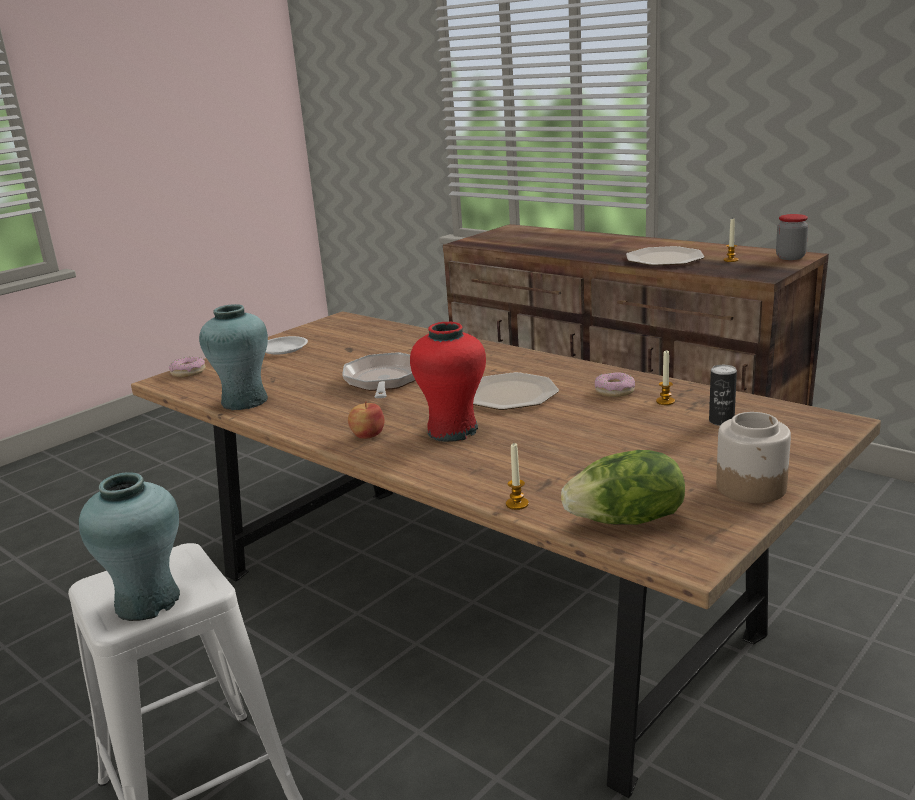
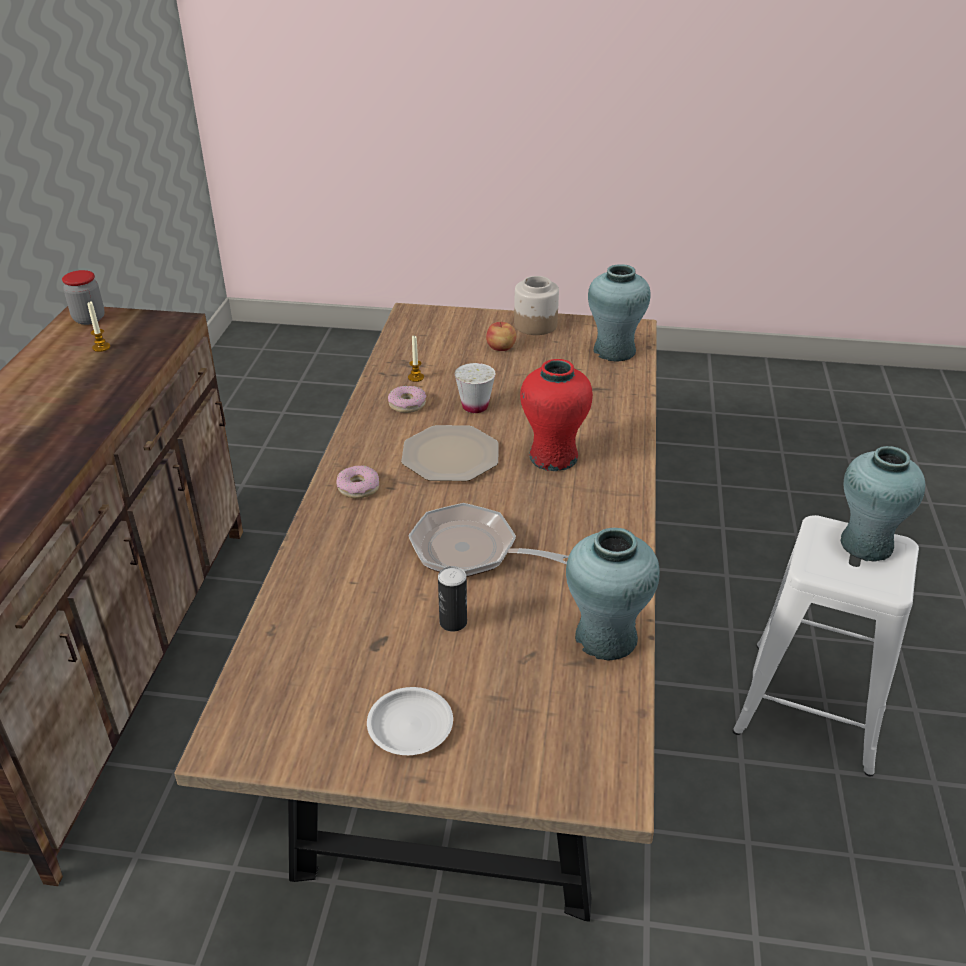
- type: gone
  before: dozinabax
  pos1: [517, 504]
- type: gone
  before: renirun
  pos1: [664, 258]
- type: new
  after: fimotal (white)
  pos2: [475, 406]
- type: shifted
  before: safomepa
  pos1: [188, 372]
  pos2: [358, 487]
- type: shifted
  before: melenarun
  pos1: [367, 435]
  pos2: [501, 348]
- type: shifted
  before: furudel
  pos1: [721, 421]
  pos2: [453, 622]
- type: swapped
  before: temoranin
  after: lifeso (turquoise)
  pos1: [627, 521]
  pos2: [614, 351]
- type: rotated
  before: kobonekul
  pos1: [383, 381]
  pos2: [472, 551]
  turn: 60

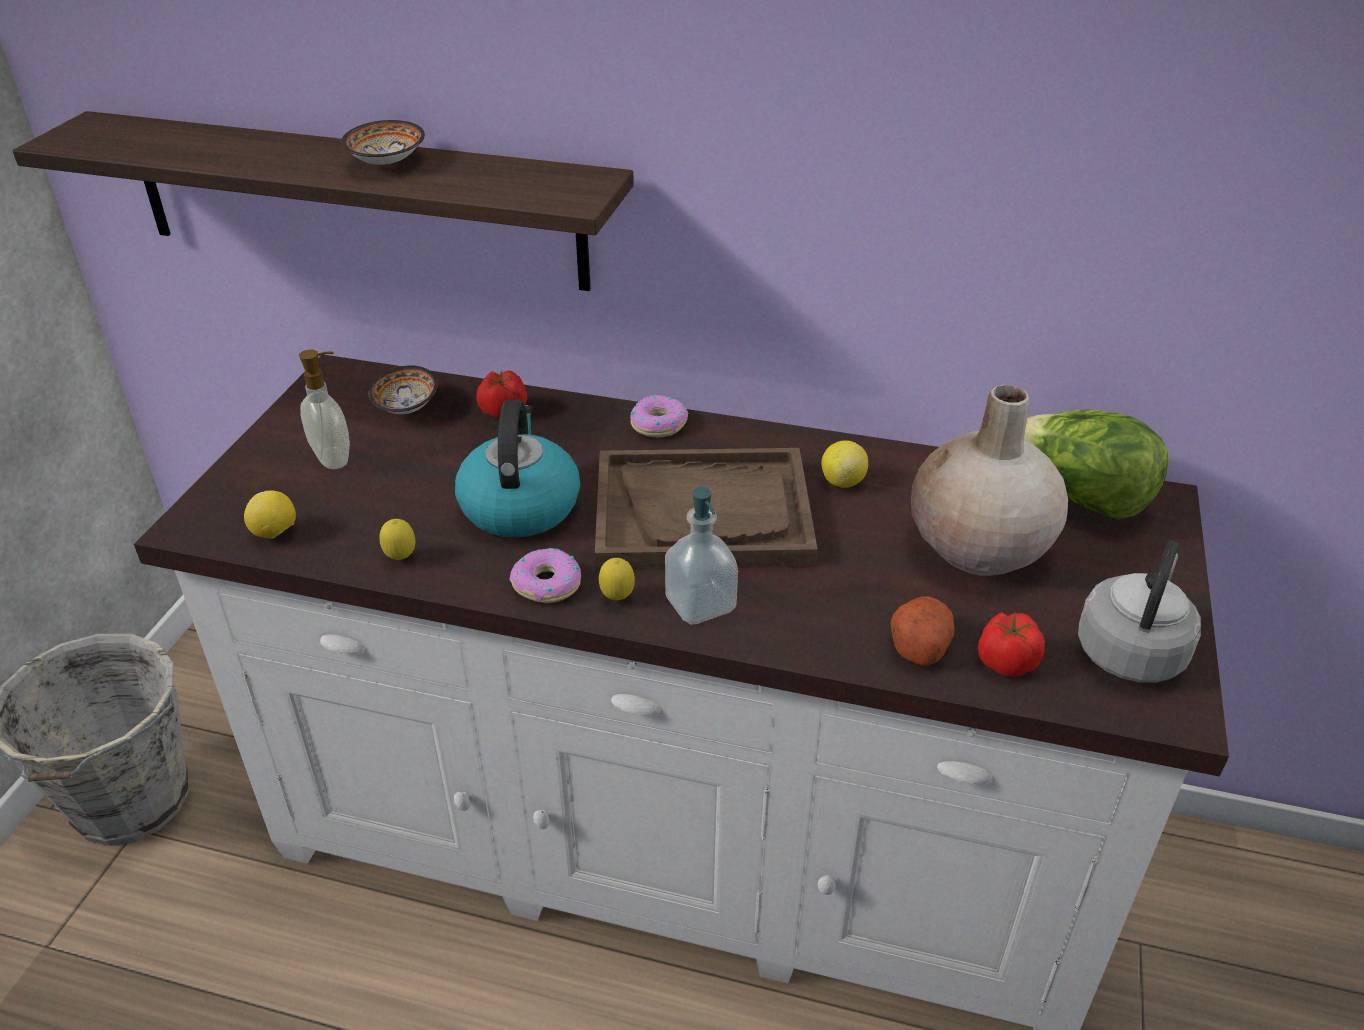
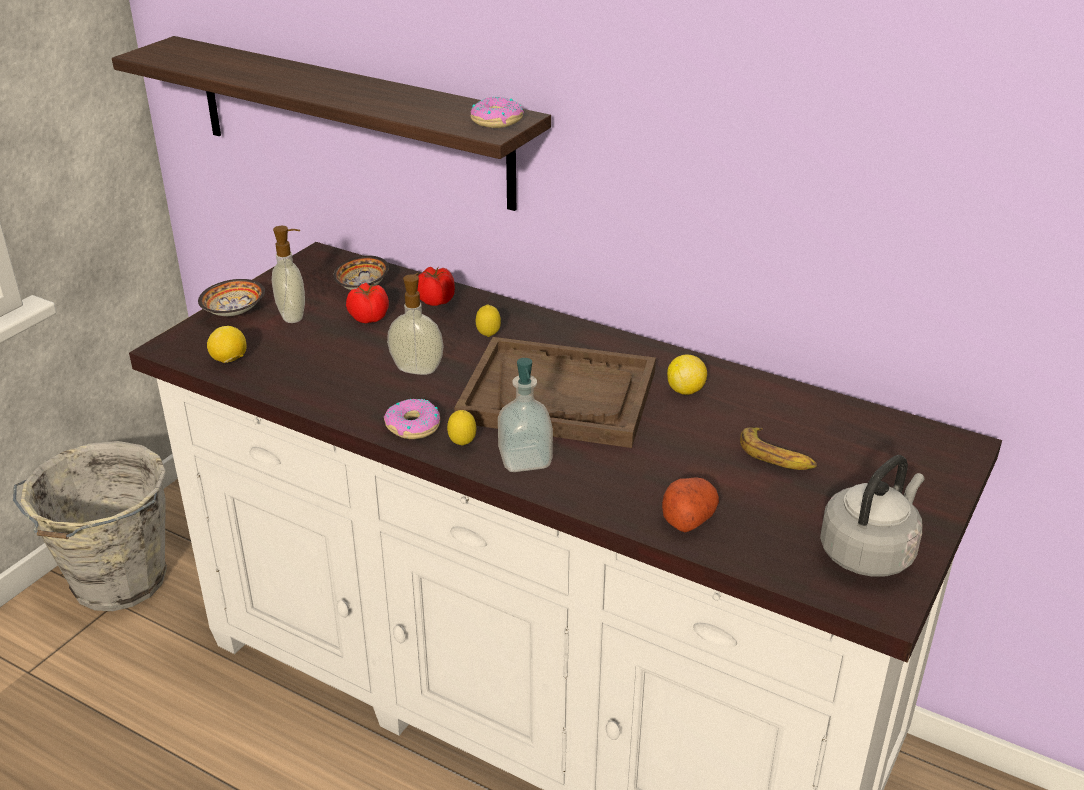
- type: gone
  before: temoranin
  pos1: [1083, 498]
- type: shifted
  before: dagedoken
  pos1: [387, 162]
  pos2: [234, 312]
- type: shifted
  before: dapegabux
  pos1: [401, 558]
  pos2: [488, 336]
- type: shifted
  before: safomepa
  pos1: [658, 424]
  pos2: [496, 120]
- type: shifted
  before: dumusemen
  pos1: [1005, 662]
  pos2: [368, 317]
- type: swapped
  before: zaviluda
  after: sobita
  pos1: [519, 505]
  pos2: [417, 369]
- type: swapped
  before: lifeso (beige)
  after: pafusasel
  pos1: [978, 548]
  pos2: [776, 456]

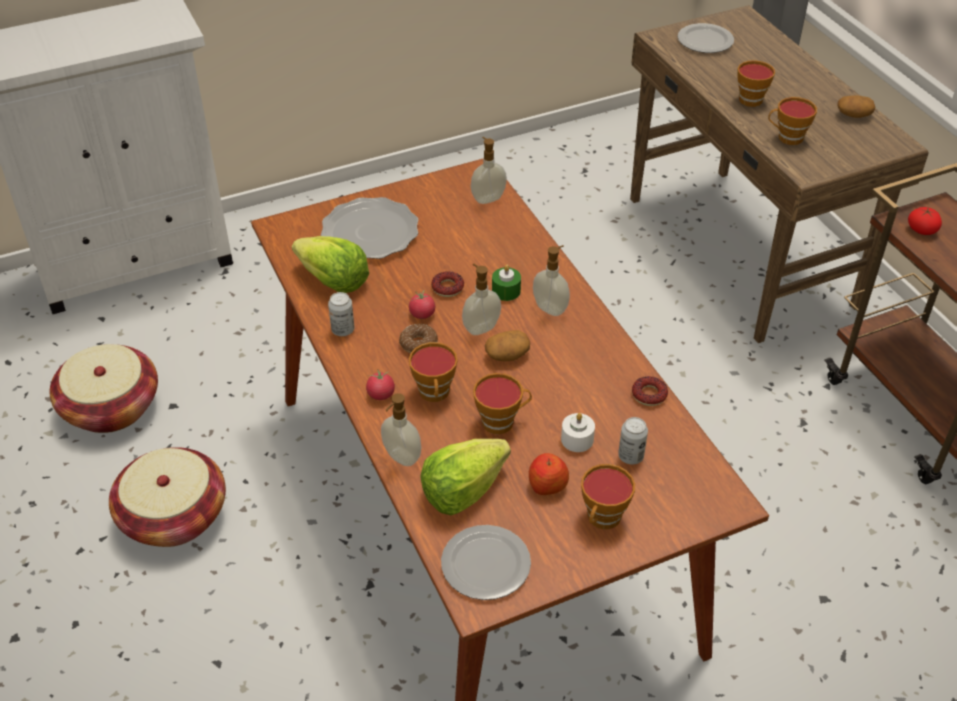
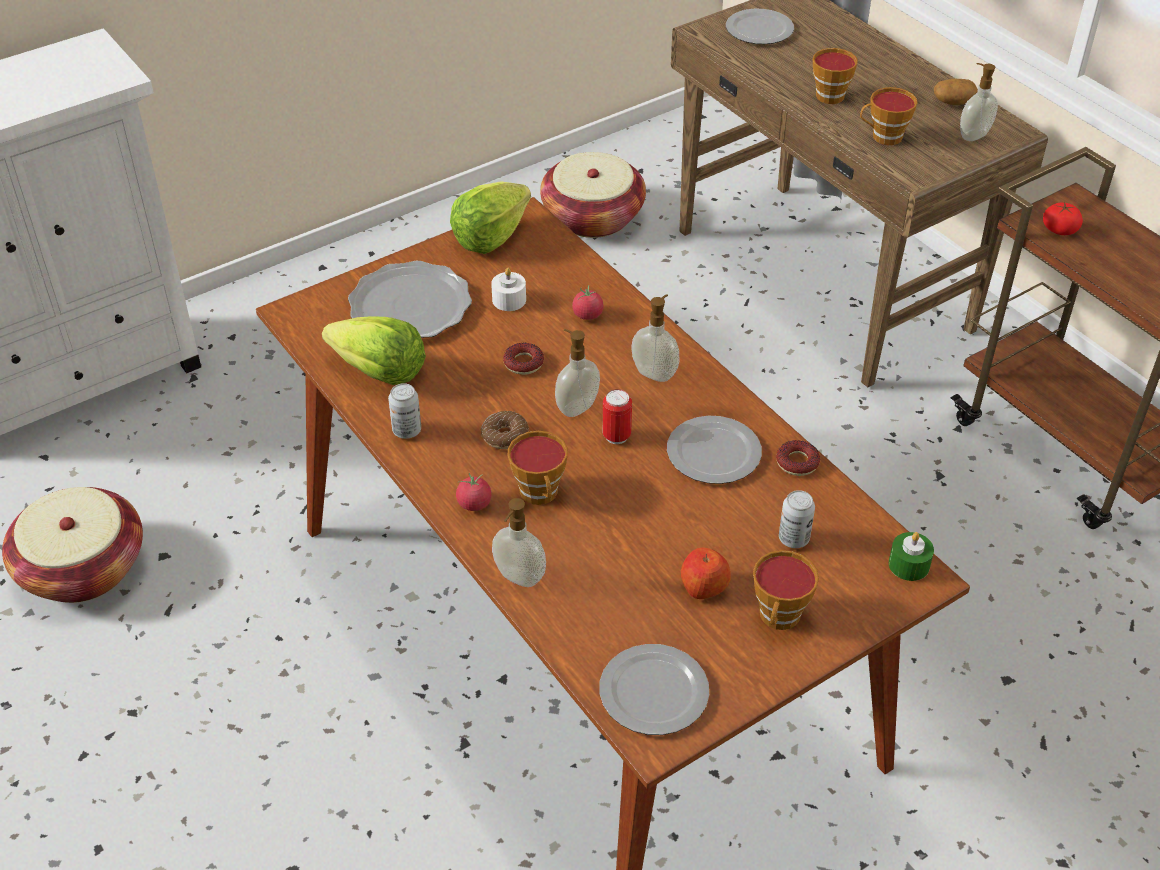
- type: gone
  before: fimotal
  pos1: [501, 421]
- type: new
  after: renirun
  pos2: [713, 454]
- type: shifted
  before: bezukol
  pos1: [174, 516]
  pos2: [593, 217]
- type: shifted
  before: dumusemen
  pos1: [422, 314]
  pos2: [587, 315]
- type: shifted
  before: temoranin
  pos1: [463, 490]
  pos2: [490, 237]
- type: shifted
  before: sobita
  pos1: [488, 198]
  pos2: [973, 135]
- type: shifted
  before: dozinabax (green)
  pos1: [506, 291]
  pos2: [909, 565]
- type: shifted
  before: dozinabax (white)
  pos1: [577, 439]
  pos2: [509, 300]
- type: swapped
  before: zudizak
  after: furudel
  pos1: [507, 355]
  pos2: [616, 436]

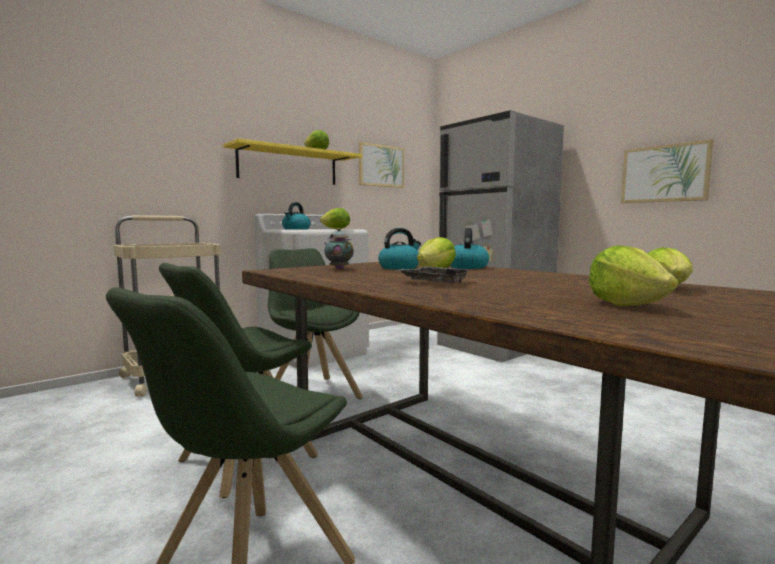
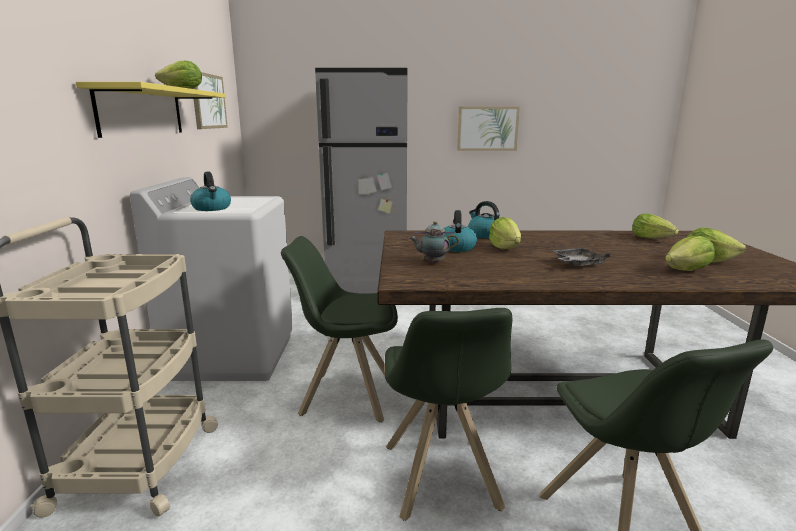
- type: shifted
  before: temoranin
  pos1: [336, 229]
  pos2: [687, 270]

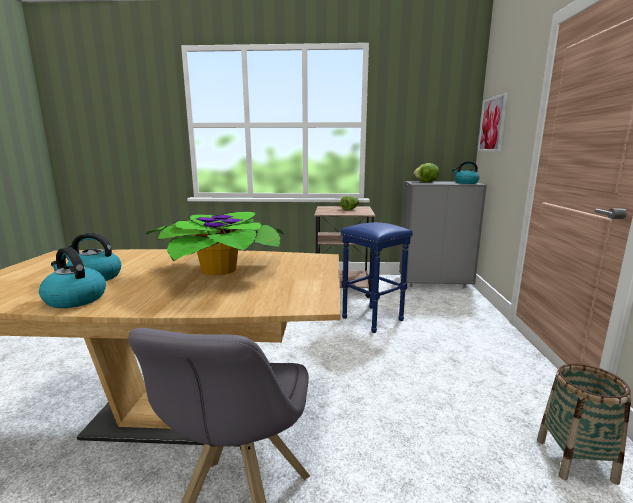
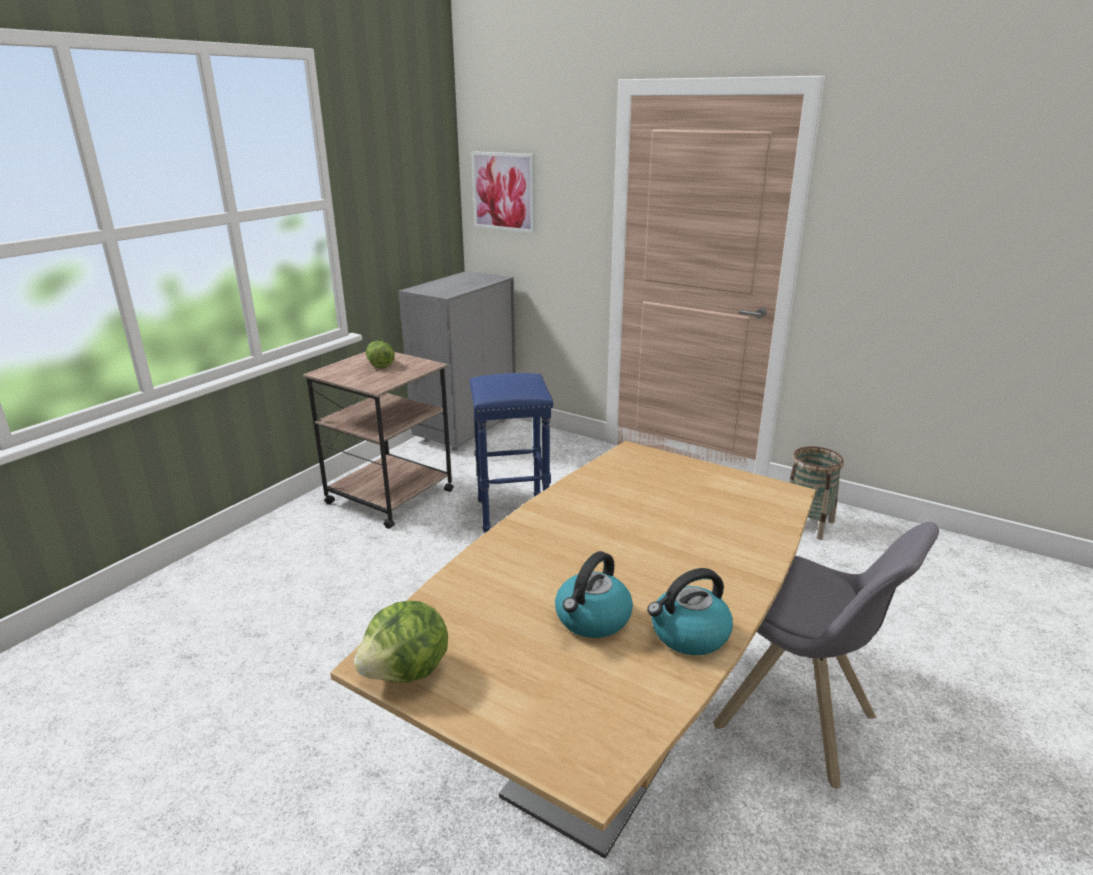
- type: gone
  before: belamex
  pos1: [220, 271]
- type: gone
  before: zaviluda
  pos1: [465, 183]
- type: shifted
  before: temoranin
  pos1: [426, 182]
  pos2: [407, 672]

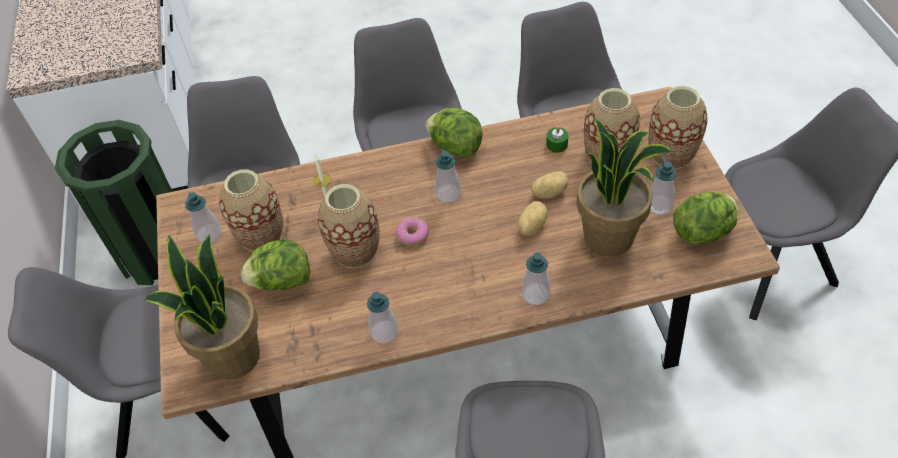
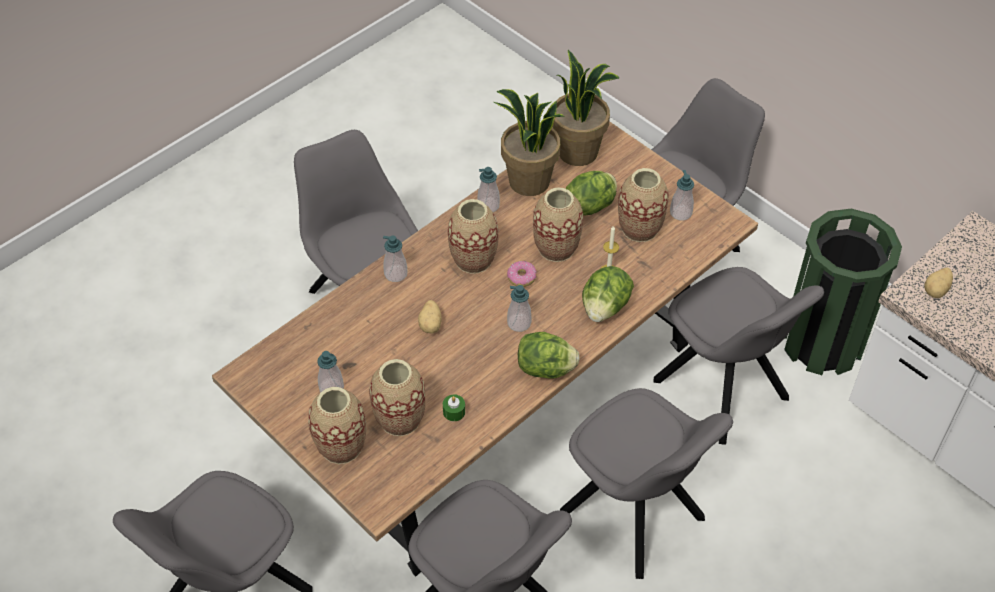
- type: new
  after: lifeso
  pos2: [473, 259]
- type: shifted
  before: zudizak
  pos1: [549, 192]
  pos2: [936, 290]
- type: shifted
  before: belamex
  pos1: [609, 237]
  pos2: [528, 182]
- type: shifted
  before: temoranin
  pos1: [703, 232]
  pos2: [605, 308]

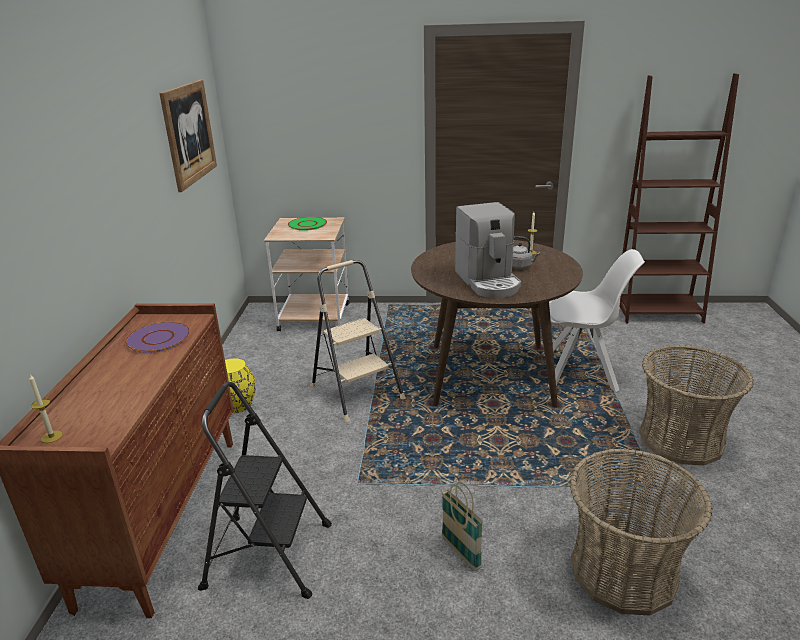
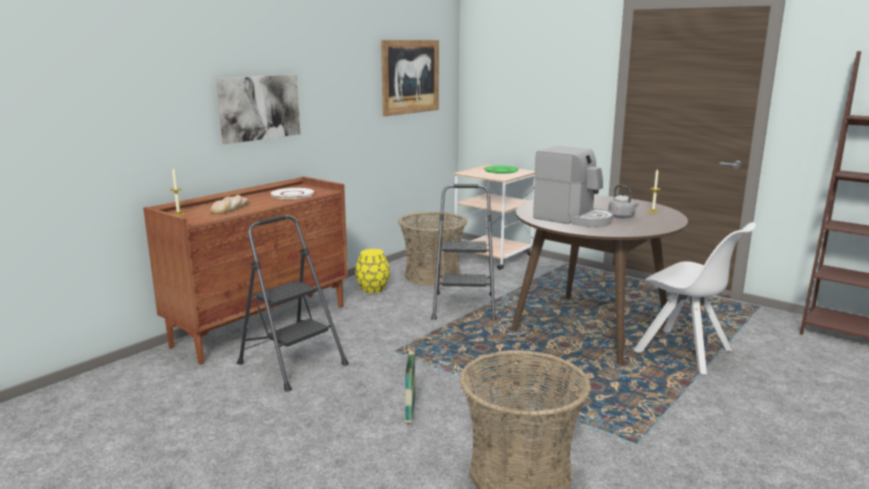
- type: new
  after: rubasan
  pos2: [229, 208]
- type: new
  after: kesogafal
  pos2: [259, 107]
- type: shifted
  before: bezukol
  pos1: [681, 439]
  pos2: [432, 276]
- type: repainted
  before: renirun (purple)
  after: renirun (white)
  pos1: [158, 338]
  pos2: [292, 194]
- type: repainted
  before: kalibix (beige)
  after: kalibix (black)
  pos1: [356, 390]
  pos2: [464, 305]
- type: rotated
  before: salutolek
  pos1: [488, 281]
  pos2: [573, 219]
  turn: -75

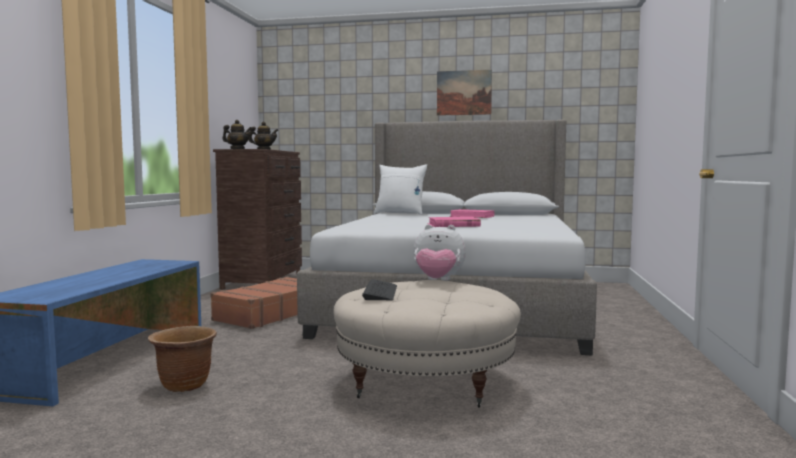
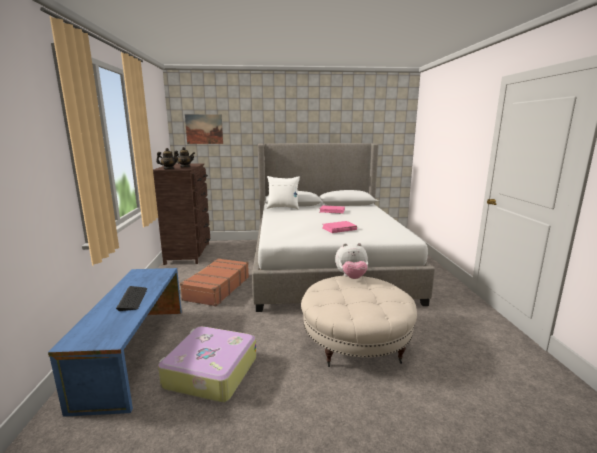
- type: shifted
  before: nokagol
  pos1: [380, 292]
  pos2: [133, 299]
- type: shifted
  before: kesogafal
  pos1: [464, 92]
  pos2: [204, 129]
- type: swapped
  before: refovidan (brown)
  after: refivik
  pos1: [184, 385]
  pos2: [210, 372]

